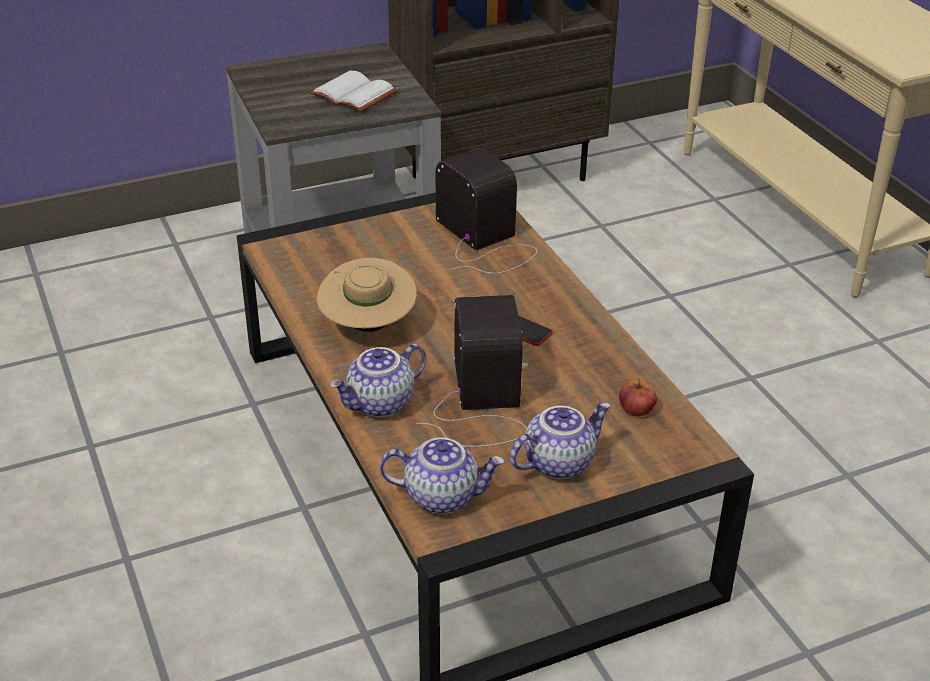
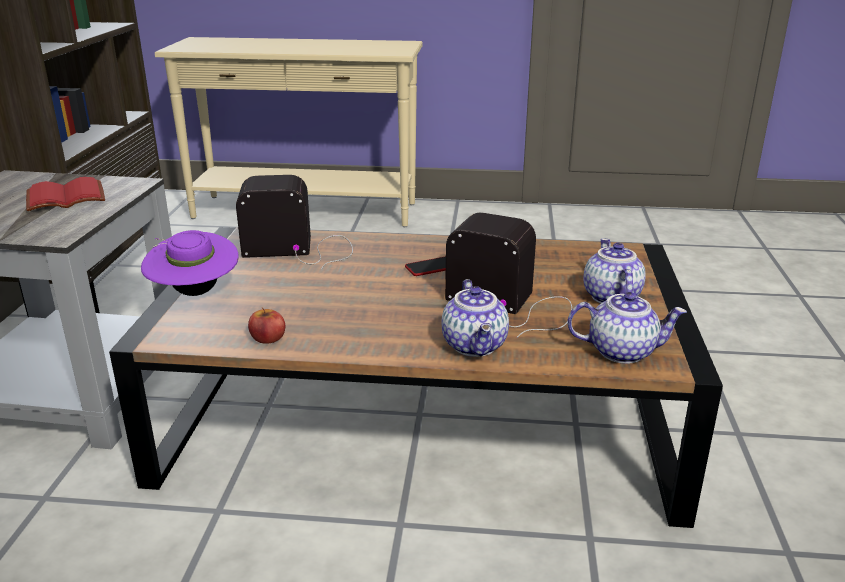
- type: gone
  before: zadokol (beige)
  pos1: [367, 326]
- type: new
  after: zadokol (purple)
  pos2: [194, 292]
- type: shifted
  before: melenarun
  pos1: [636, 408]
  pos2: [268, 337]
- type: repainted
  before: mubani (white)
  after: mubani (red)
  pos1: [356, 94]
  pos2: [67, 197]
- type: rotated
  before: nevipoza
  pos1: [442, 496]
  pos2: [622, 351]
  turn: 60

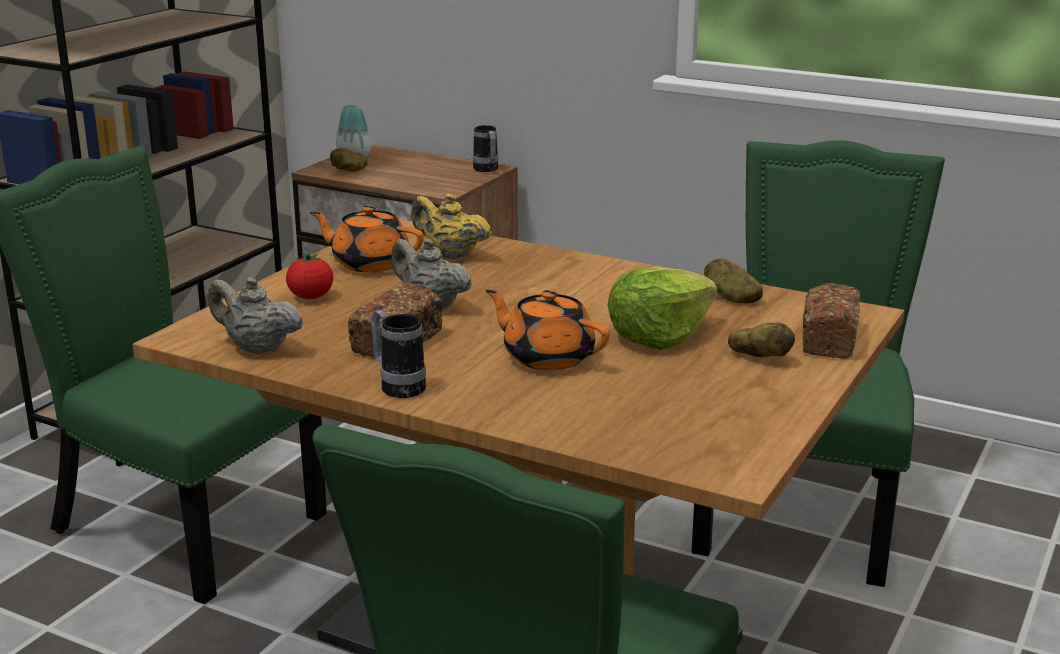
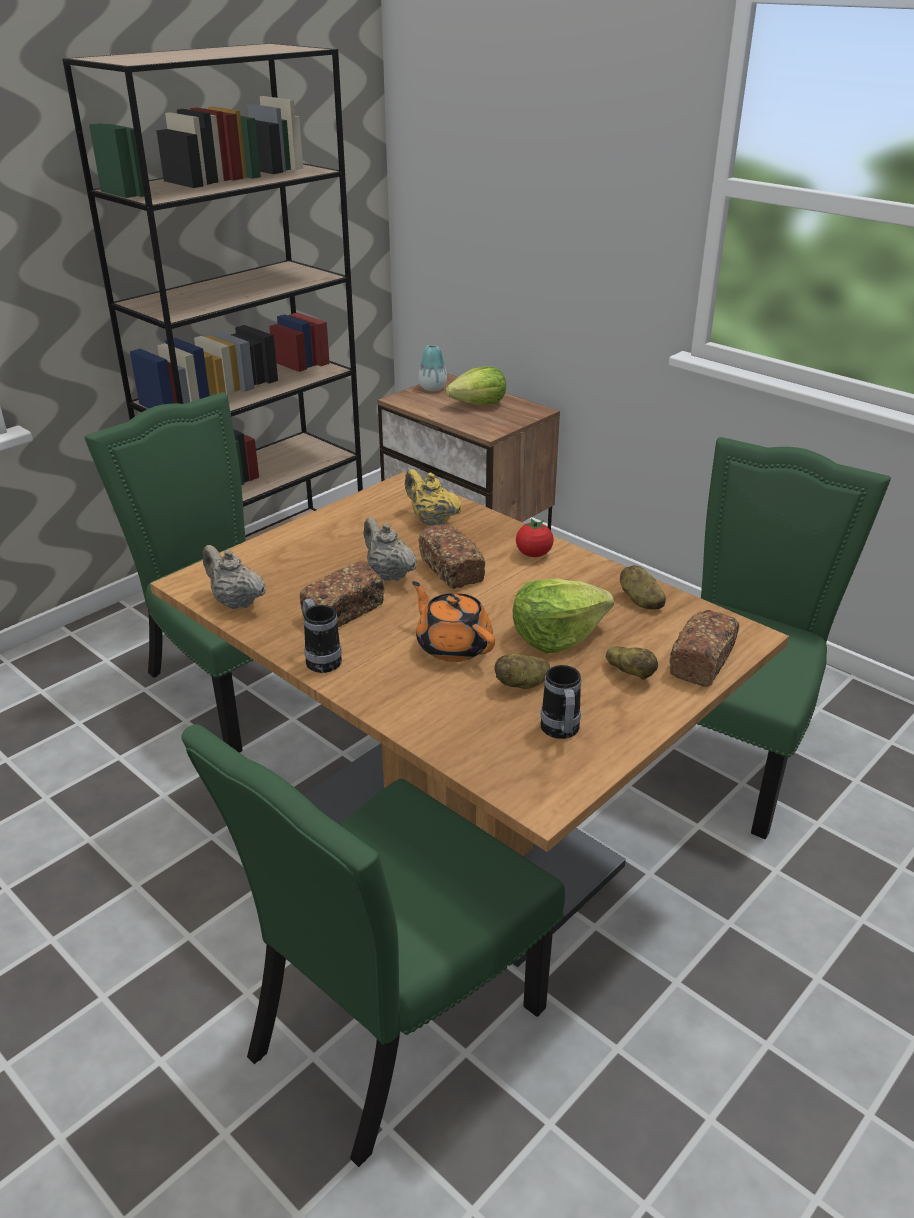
- type: gone
  before: nevipoza (orange)
  pos1: [369, 263]
- type: new
  after: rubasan
  pos2: [451, 570]
- type: new
  after: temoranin
  pos2: [478, 404]
- type: shifted
  before: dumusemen
  pos1: [311, 297]
  pos2: [533, 554]
- type: shifted
  before: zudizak
  pos1: [349, 171]
  pos2: [522, 684]
- type: shifted
  before: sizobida
  pos1: [487, 170]
  pos2: [561, 732]

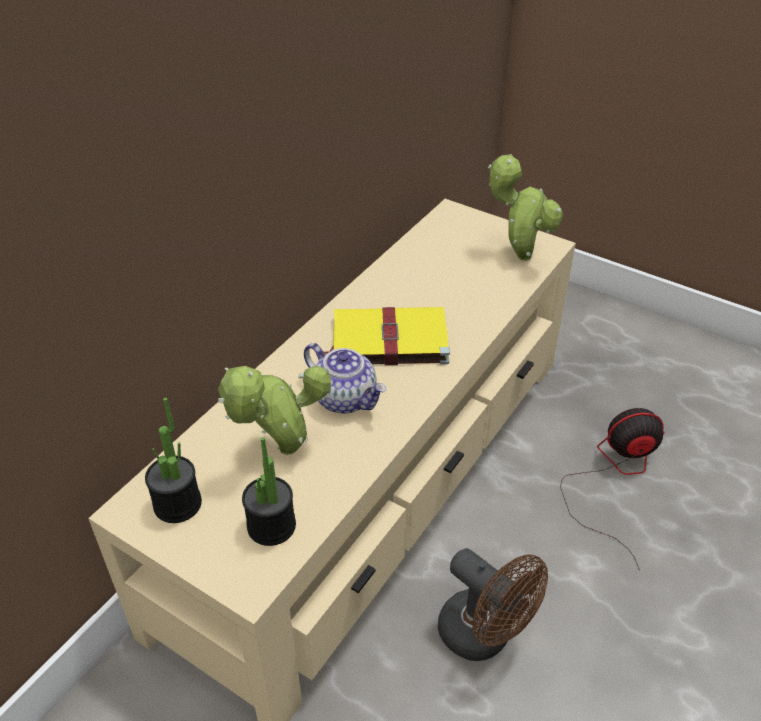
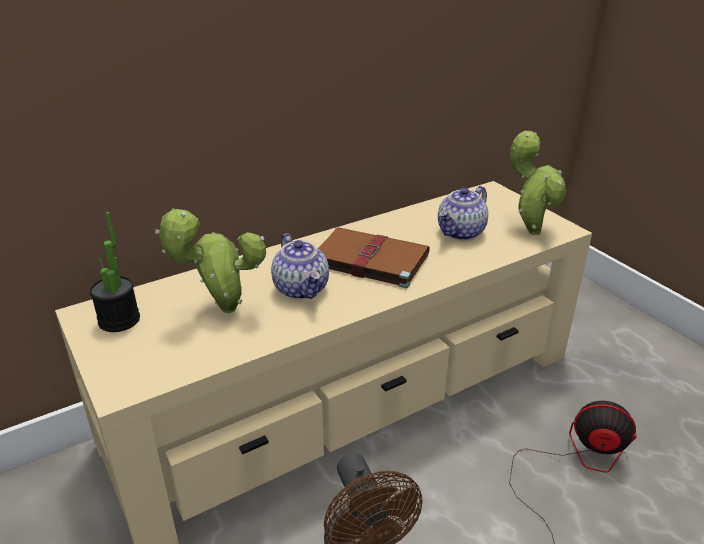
- type: gone
  before: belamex
  pos1: [271, 526]
- type: new
  after: nevipoza
  pos2: [461, 232]
- type: repainted
  before: mubani (yellow)
  after: mubani (brown)
  pos1: [387, 340]
  pos2: [368, 259]

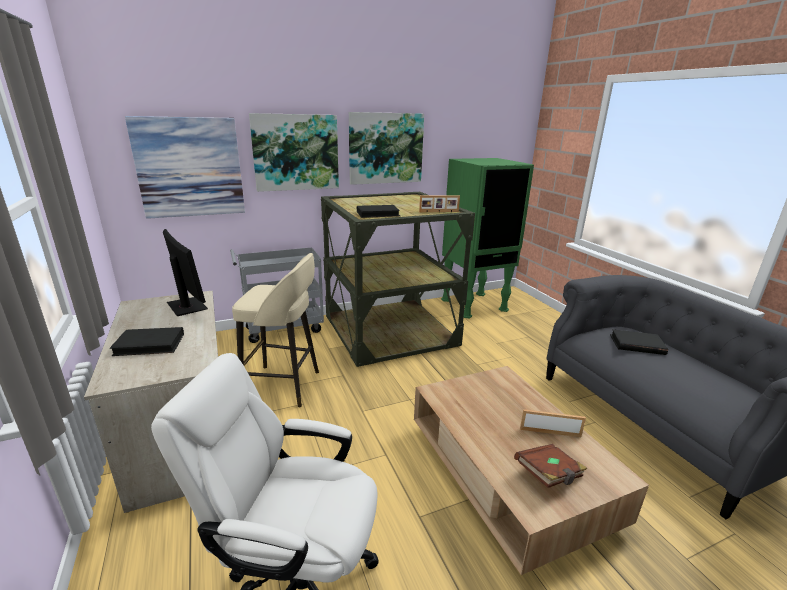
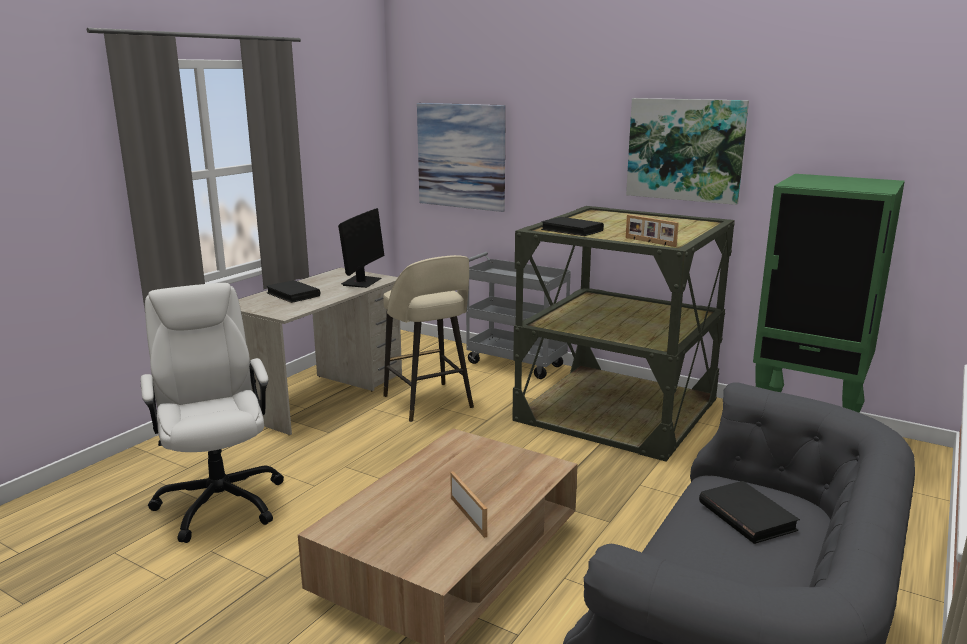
- type: gone
  before: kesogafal
  pos1: [296, 152]
- type: gone
  before: mubani (brown)
  pos1: [549, 475]

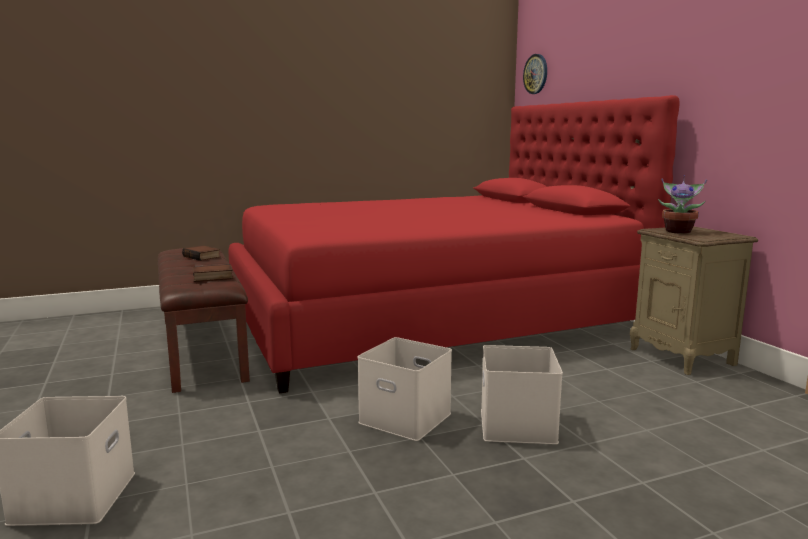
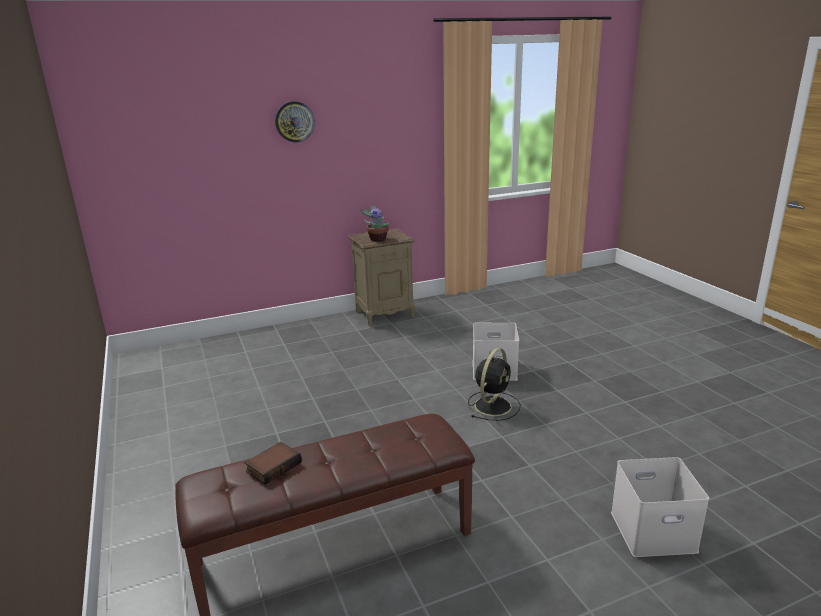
- type: gone
  before: mubani
  pos1: [212, 277]
- type: gone
  before: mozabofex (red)
  pos1: [431, 319]
- type: shifted
  before: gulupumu
  pos1: [536, 74]
  pos2: [294, 121]
- type: swapped
  before: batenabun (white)
  after: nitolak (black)
  pos1: [407, 418]
  pos2: [493, 405]

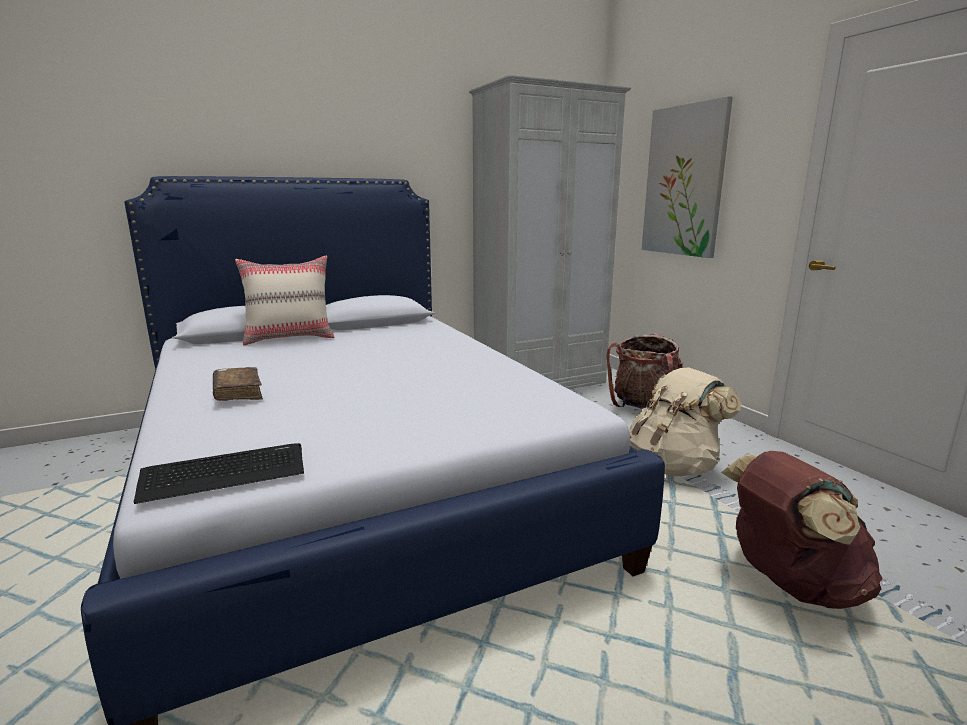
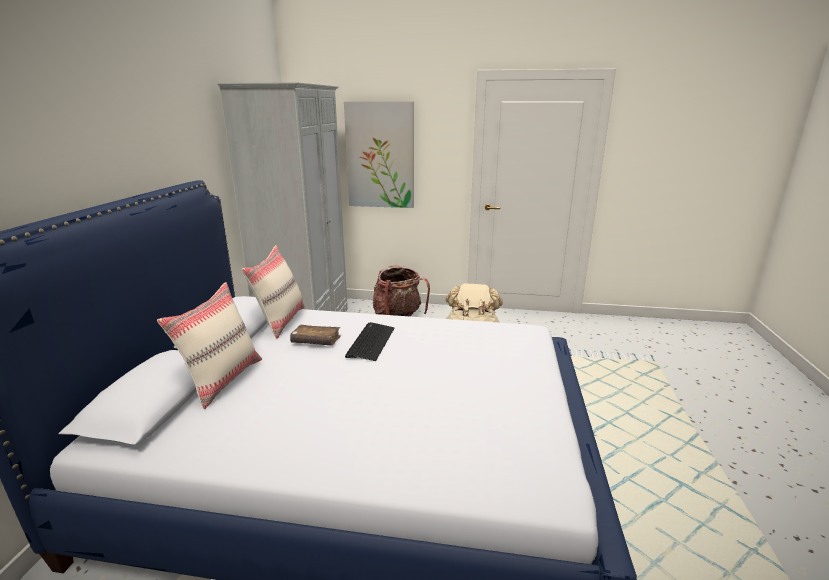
- type: gone
  before: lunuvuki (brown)
  pos1: [790, 584]
- type: new
  after: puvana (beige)
  pos2: [280, 321]
- type: shifted
  before: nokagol
  pos1: [224, 473]
  pos2: [370, 342]
- type: shifted
  before: mubani (brown)
  pos1: [238, 393]
  pos2: [316, 341]

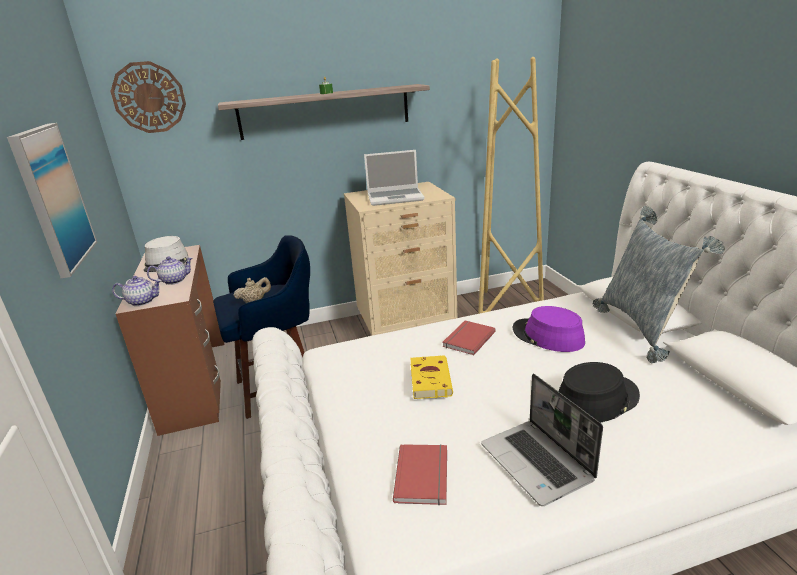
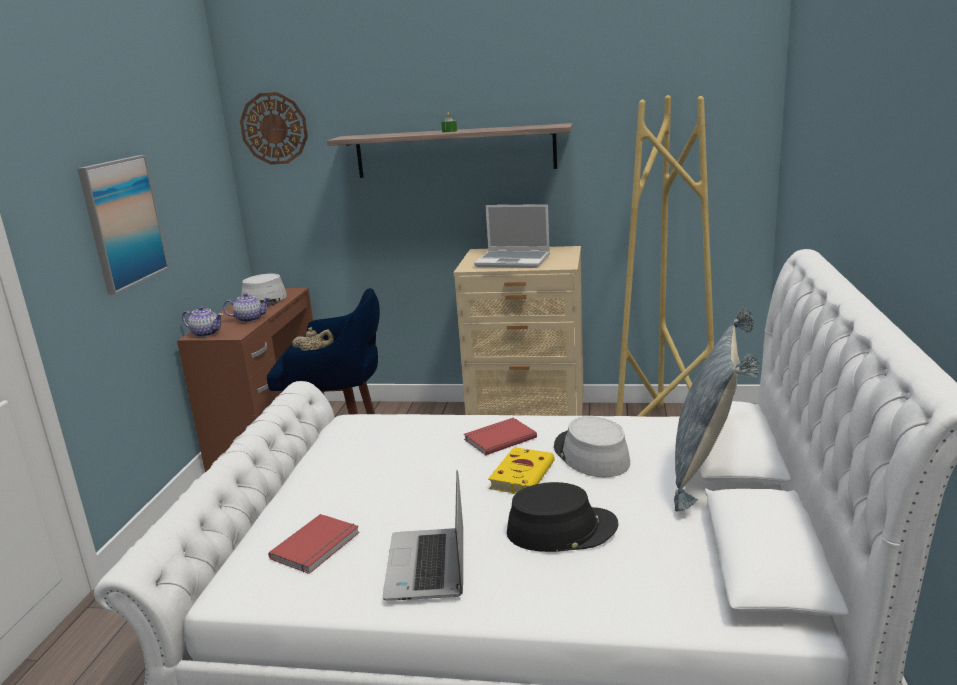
- type: shifted
  before: mubani (yellow)
  pos1: [430, 379]
  pos2: [522, 474]
- type: repainted
  before: zadokol (purple)
  after: zadokol (grey)
  pos1: [547, 336]
  pos2: [590, 455]

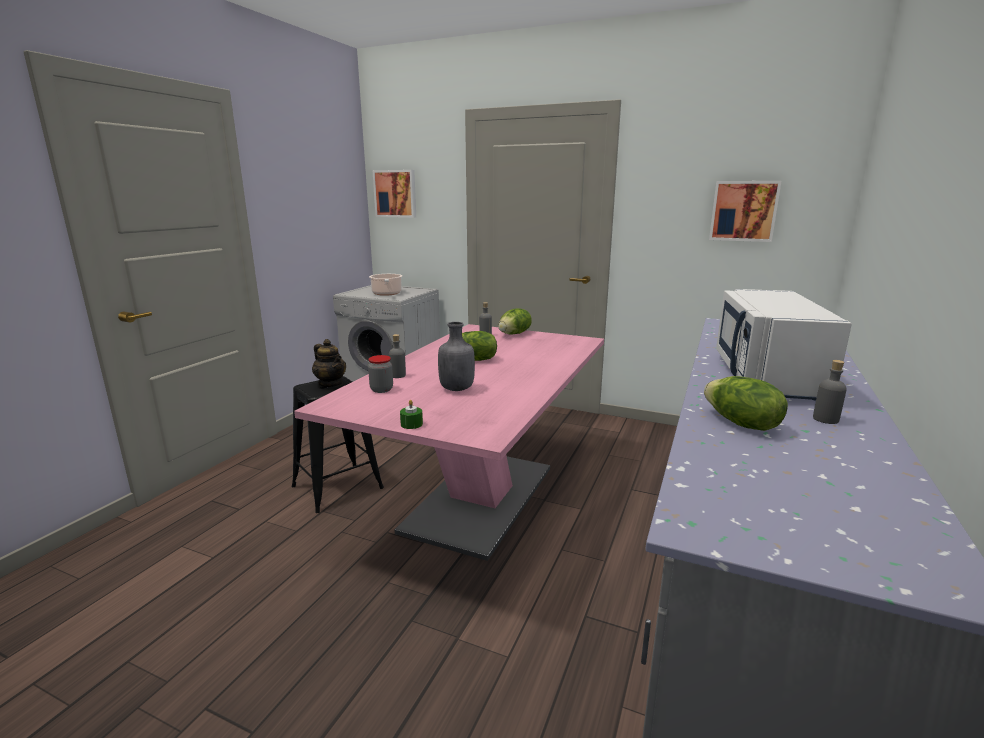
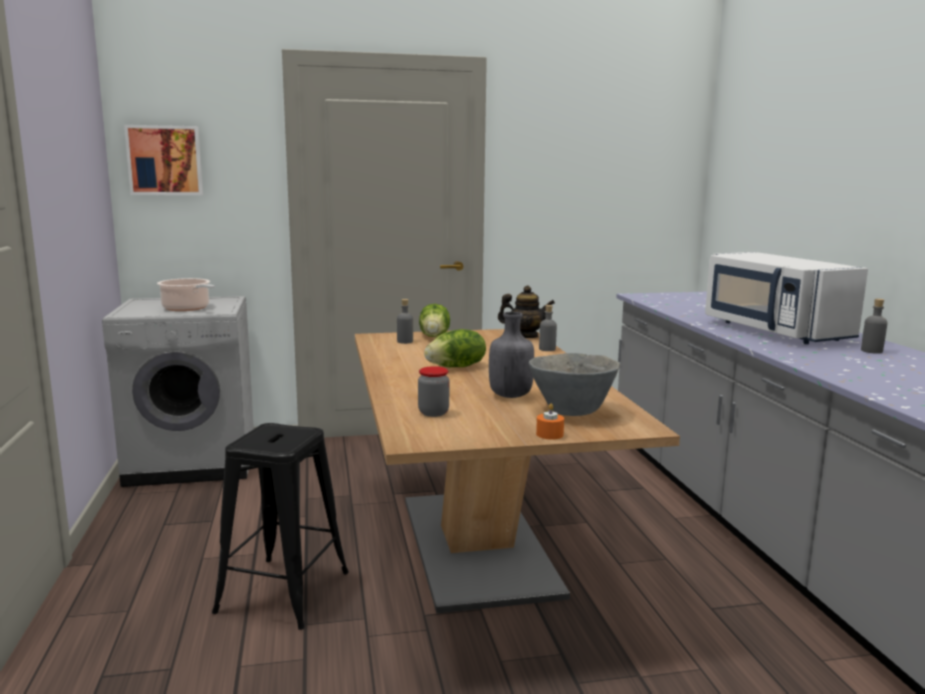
- type: gone
  before: temoranin
  pos1: [741, 423]
- type: gone
  before: kesogafal
  pos1: [743, 211]
- type: new
  after: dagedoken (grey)
  pos2: [571, 411]
- type: shifted
  before: nevipoza
  pos1: [331, 384]
  pos2: [525, 336]
- type: shifted
  before: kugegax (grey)
  pos1: [398, 375]
  pos2: [547, 349]
- type: repainted
  before: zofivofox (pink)
  after: zofivofox (brown)
  pos1: [480, 498]
  pos2: [477, 545]
- type: repainted
  before: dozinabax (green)
  after: dozinabax (orange)
  pos1: [411, 424]
  pos2: [549, 434]

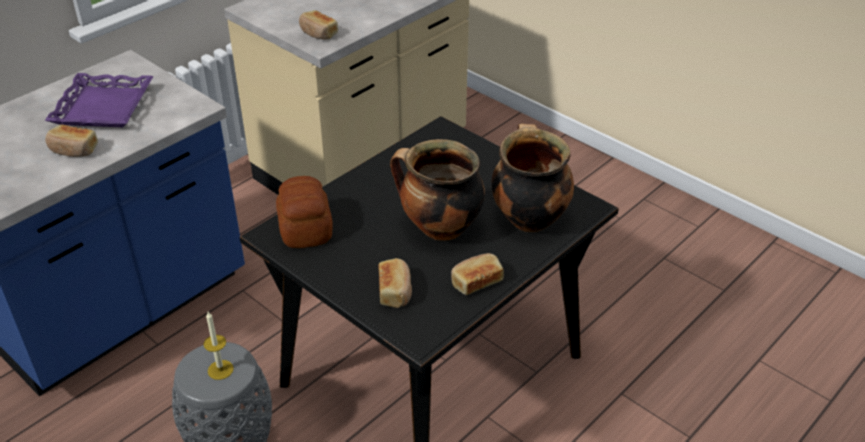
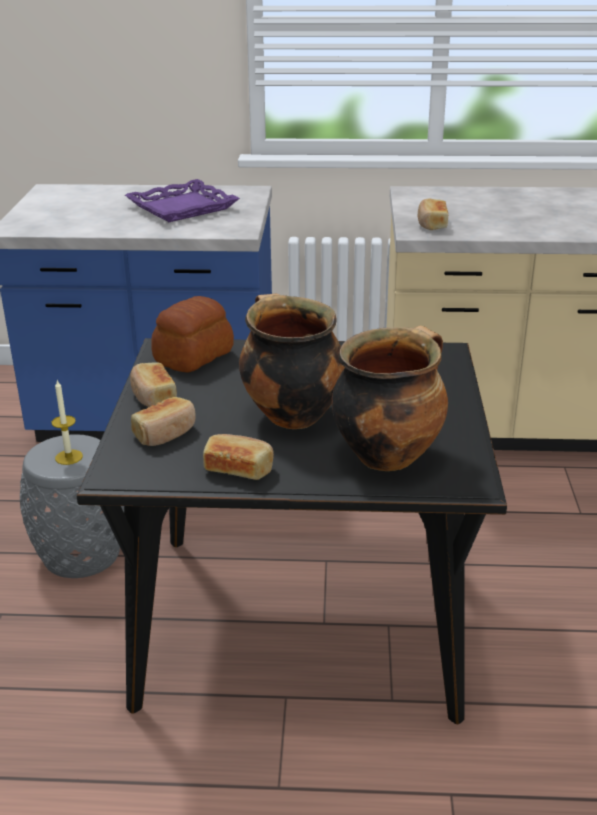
- type: shifted
  before: rubasan
  pos1: [73, 150]
  pos2: [152, 396]

